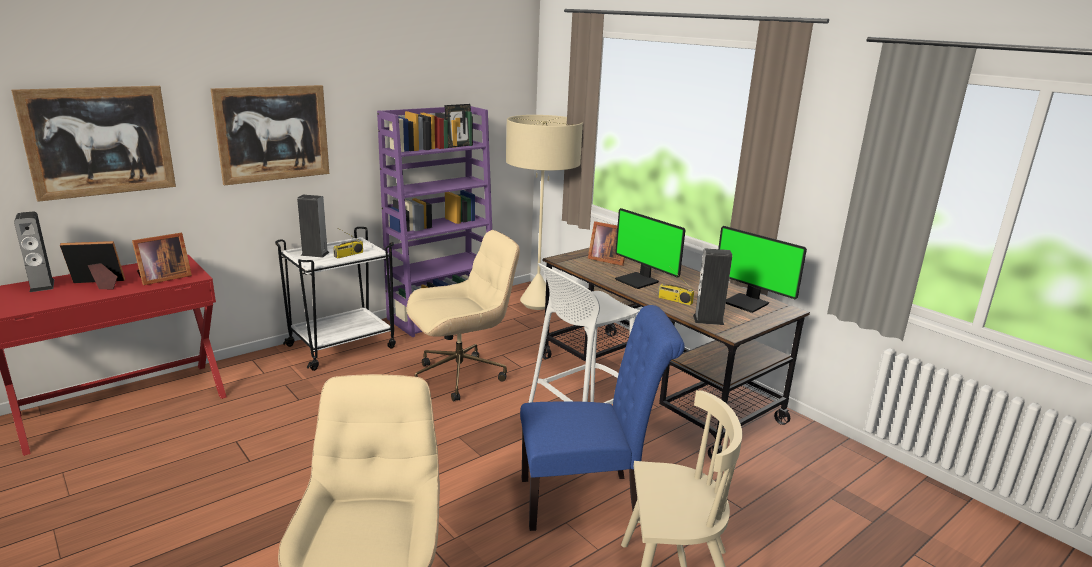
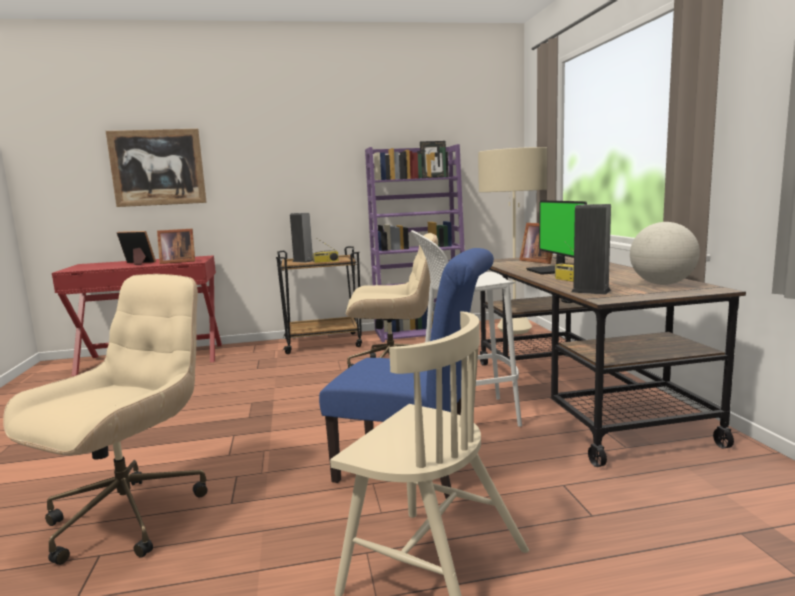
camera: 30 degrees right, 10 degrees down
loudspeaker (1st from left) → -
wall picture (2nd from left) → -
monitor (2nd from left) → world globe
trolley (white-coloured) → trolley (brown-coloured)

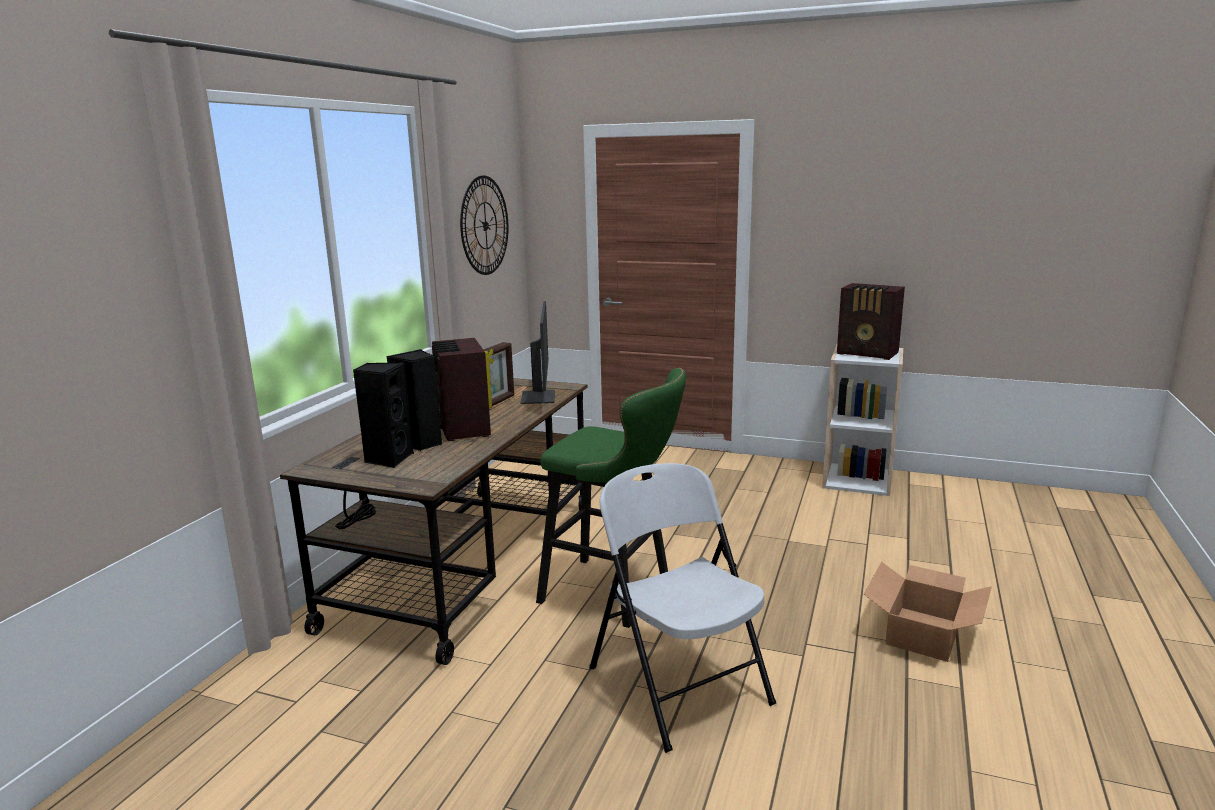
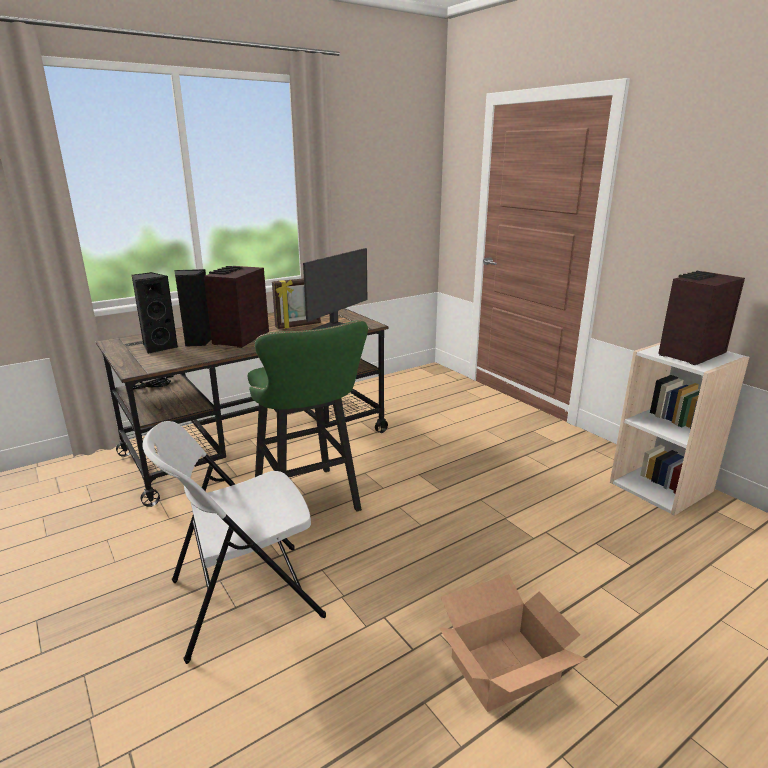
camera: 35 degrees right, 5 degrees up
hanging clock → -
chair (white-coloured), 120 degrees counterclockwise
radio receiver (2nd from left), 75 degrees clockwise

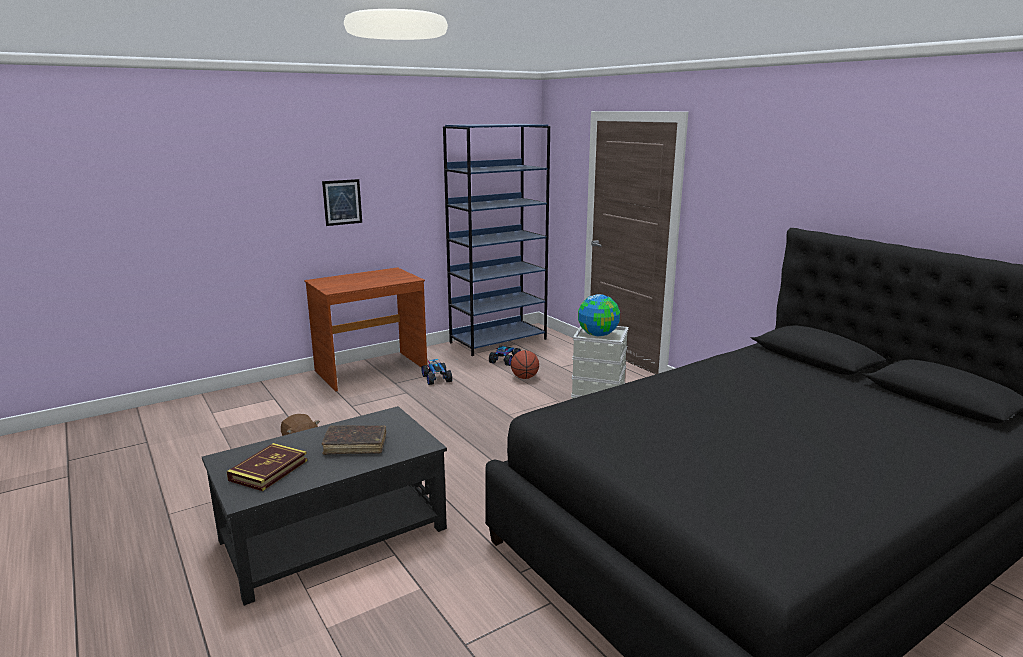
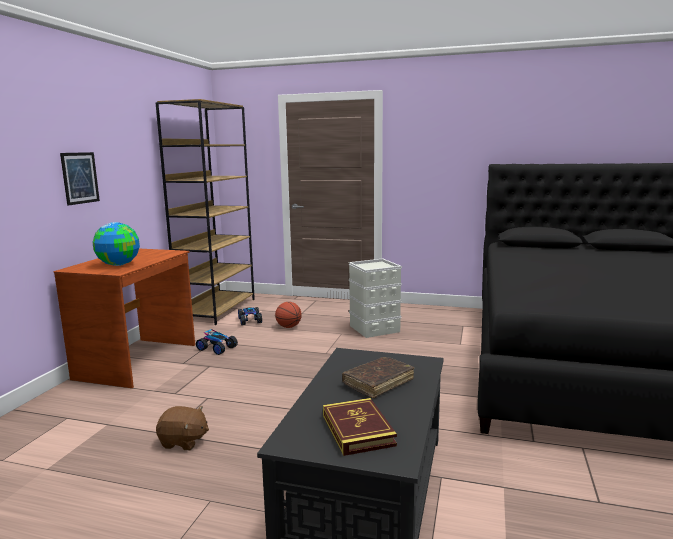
camera: 40 degrees left, 5 degrees down
world globe, moved
shelving unit (blue) → shelving unit (brown-coloured)

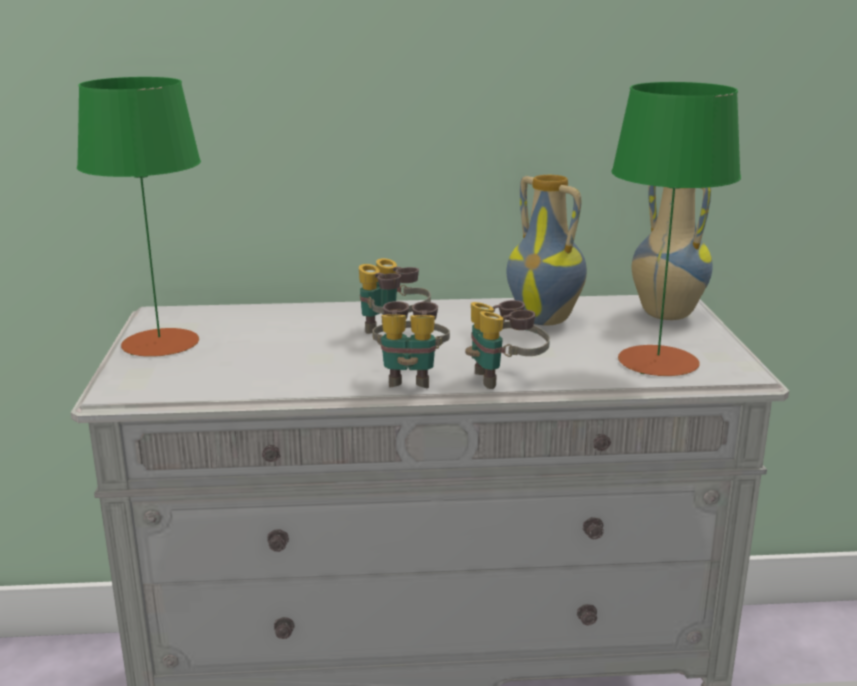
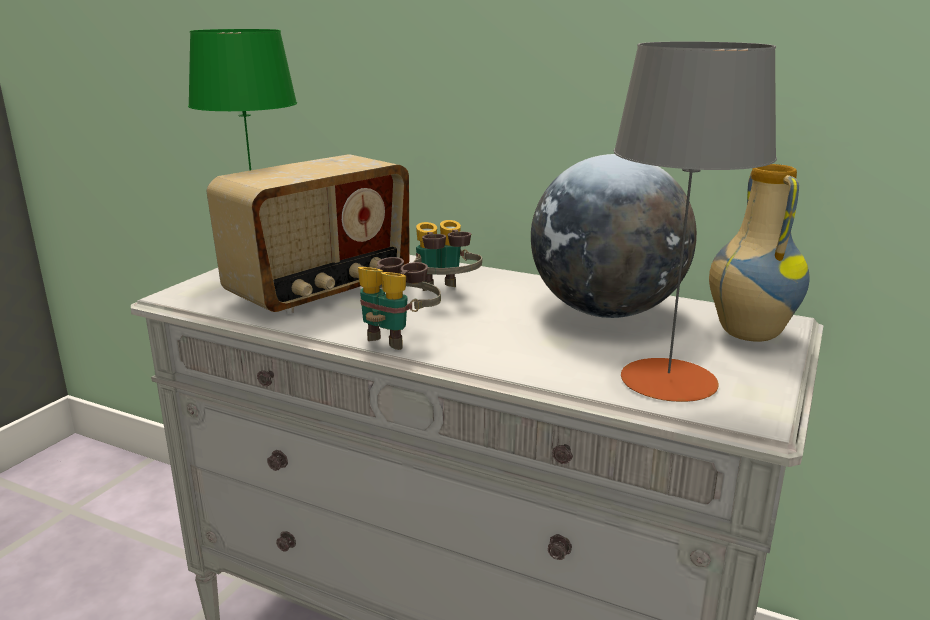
camera: 30 degrees right, 0 degrees up
field glasses (3rd from left) → -
- → radio receiver
decorative vase (1st from left) → world globe
tabletop lamp (greenish) (2nd from left) → tabletop lamp (greyish)

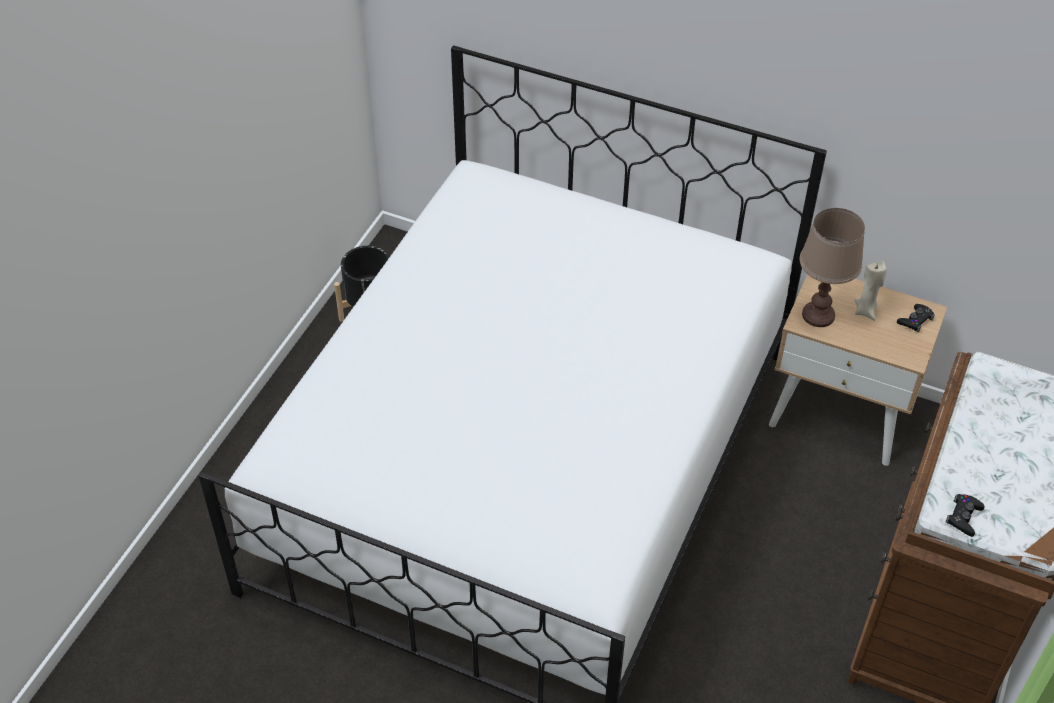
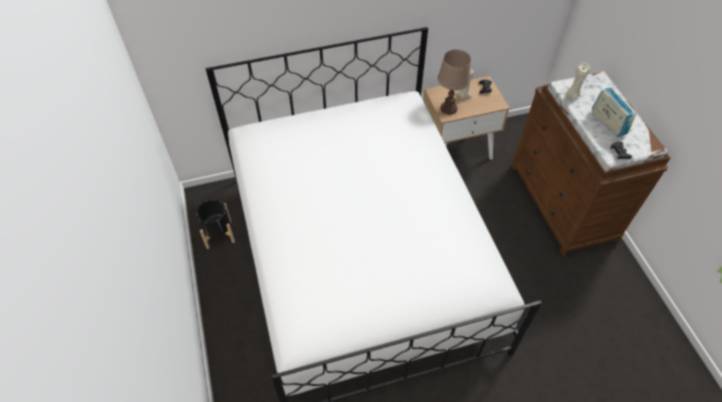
camera: 40 degrees left, 5 degrees up
- → wax light (sand-coloured) (2nd from left)
- → radio receiver

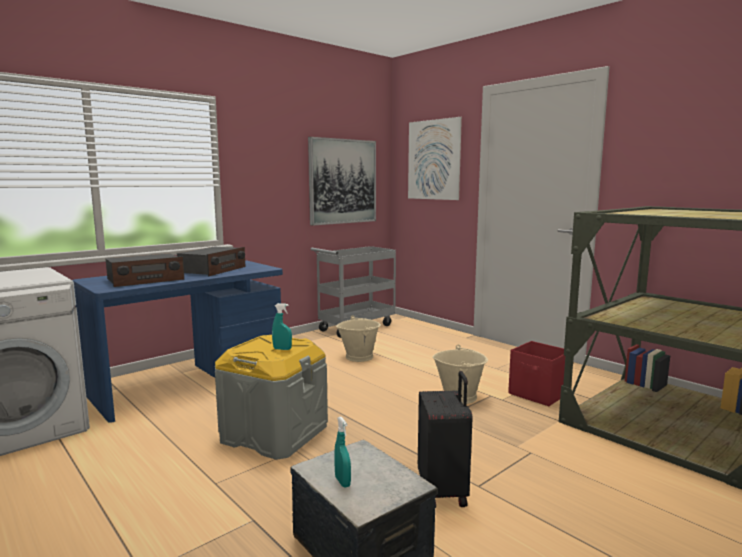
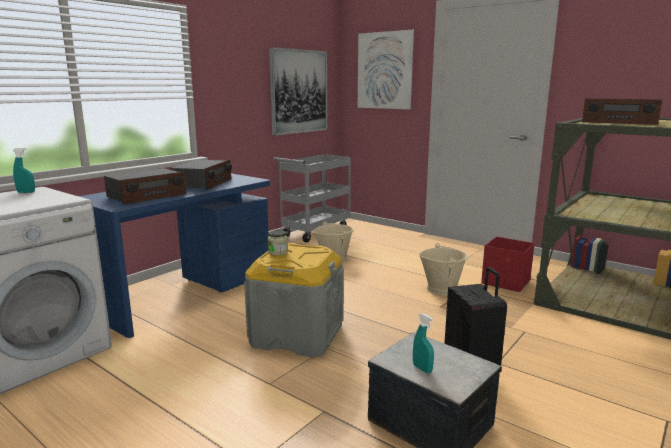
camera: 10 degrees left, 5 degrees up
- → preserve jar
- → radio receiver (3rd from left)
sprayer (turquoise) (1st from left), moved

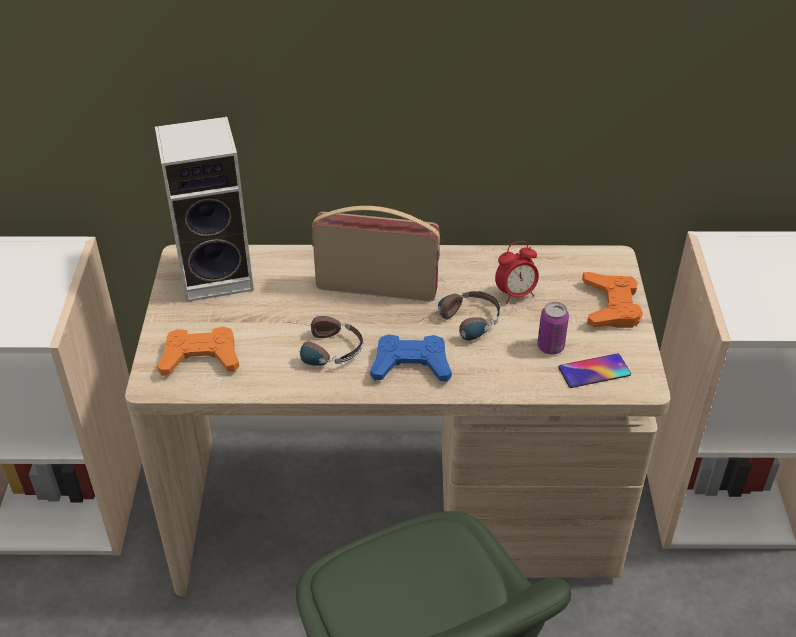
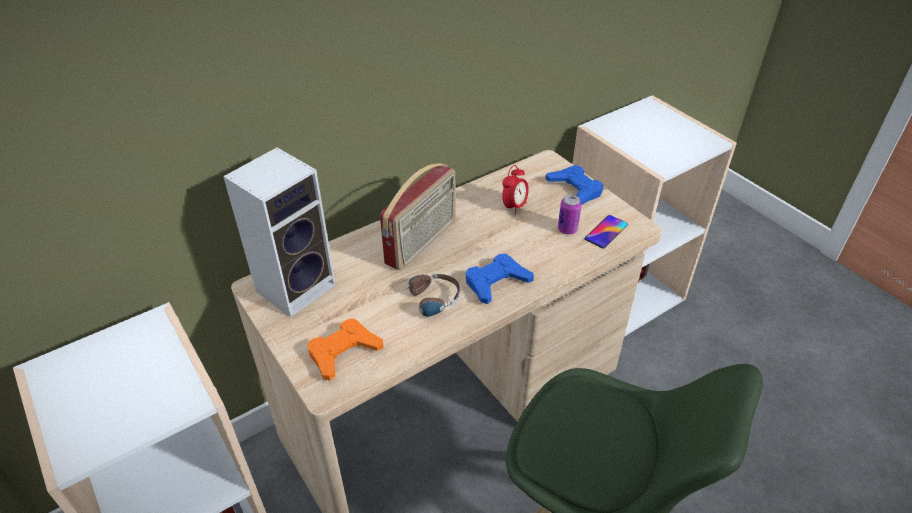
camera: 35 degrees left, 0 degrees up
headset (2nd from left) → -
joypad (orange) (2nd from left) → joypad (blue) (2nd from left)
radio receiver, 150 degrees clockwise

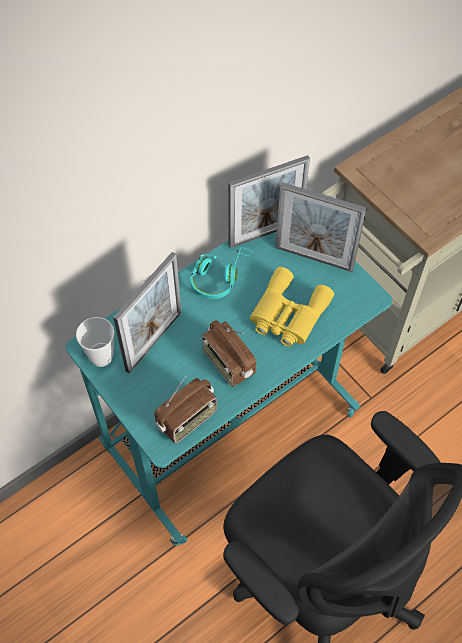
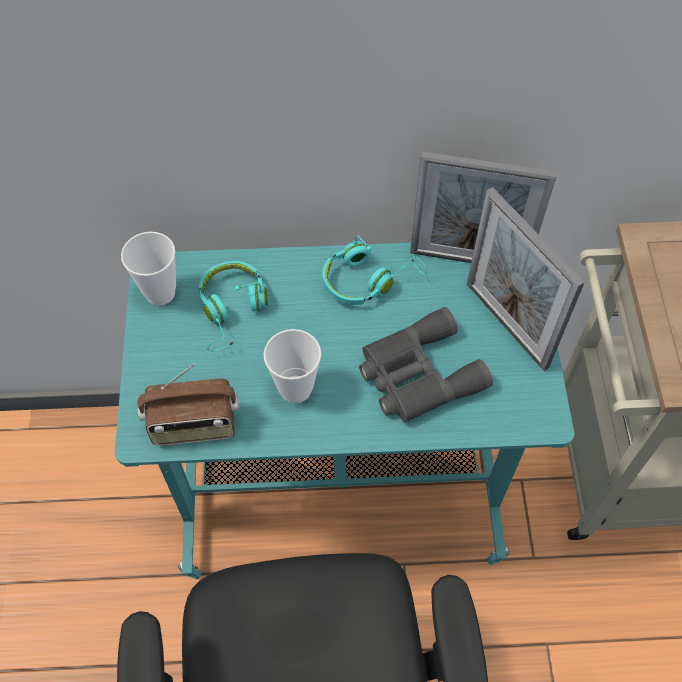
camera: 35 degrees right, 0 degrees up
picture frame (1st from left) → headset (turquoise) (1st from left)
radio receiver (2nd from left) → small cup (2nd from left)
field glasses (yellow-coloured) → field glasses (greyish)

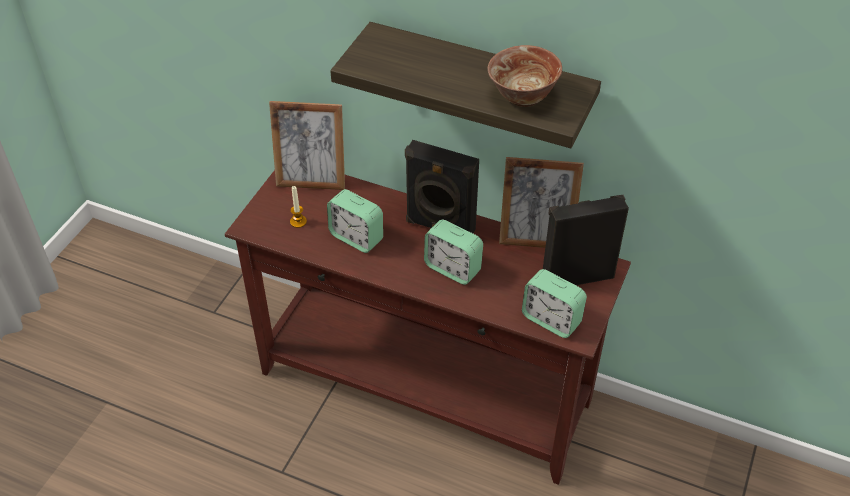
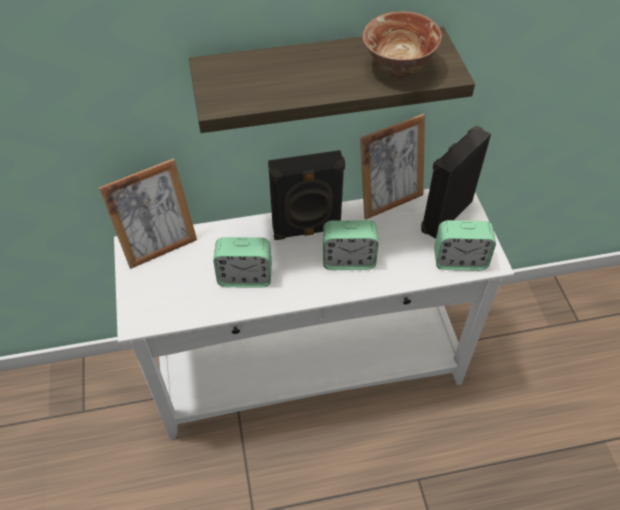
camera: 35 degrees left, 5 degrees up
wax light → -
console table (brown-coloured) → console table (white-coloured)

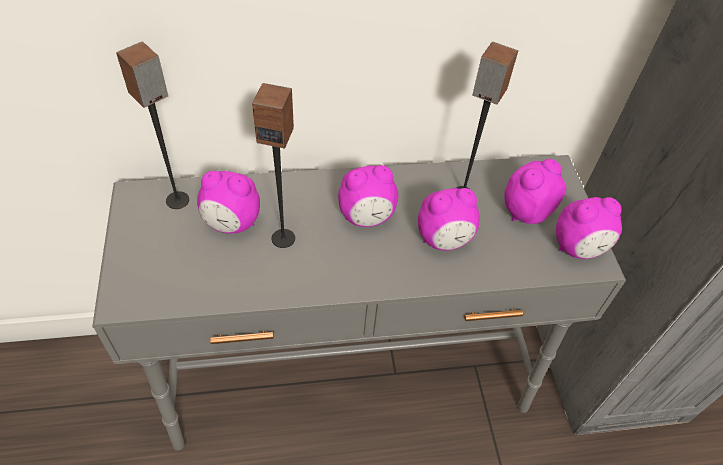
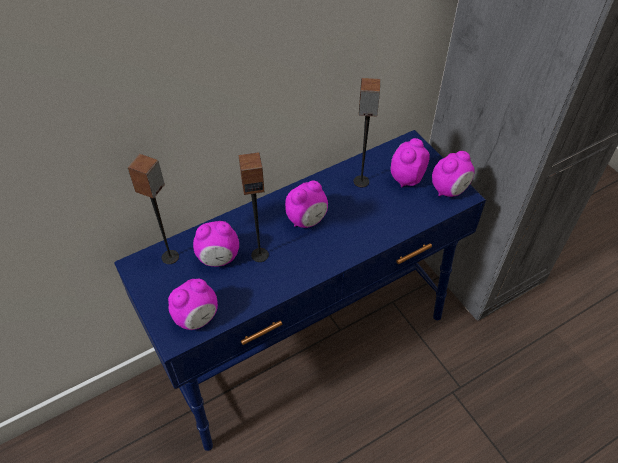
camera: 20 degrees left, 0 degrees up
table clock (3rd from left in the first image) → table clock (1st from left), moved
console table (greyish) → console table (blue)

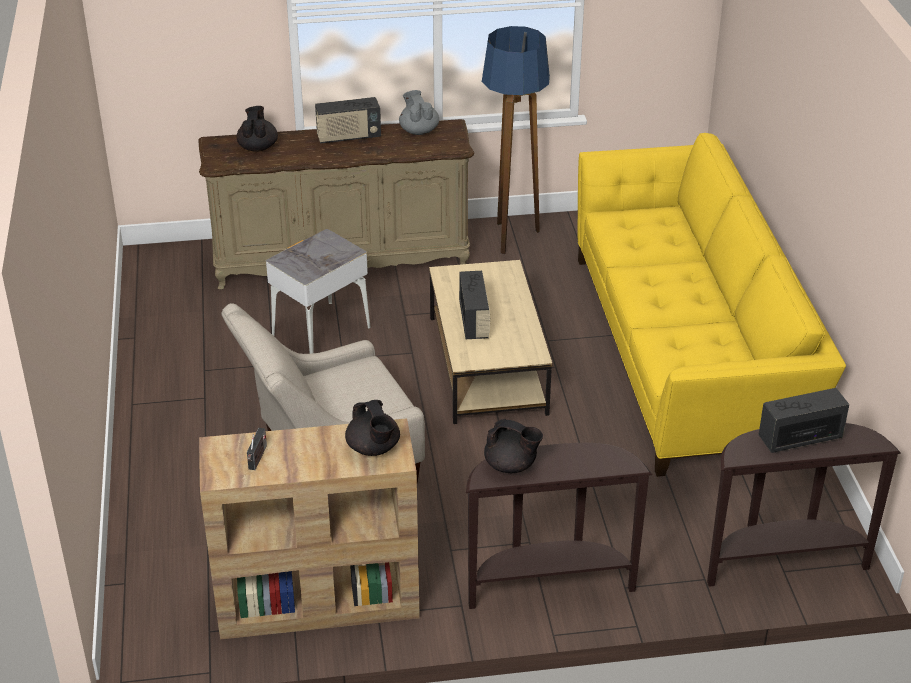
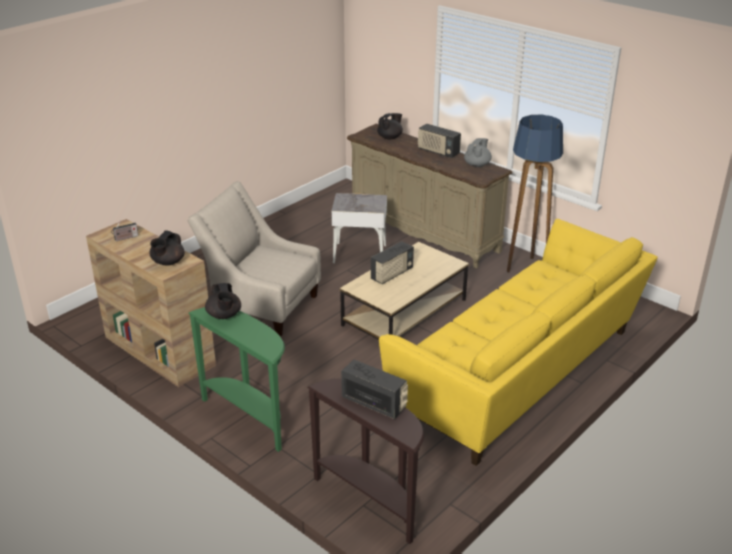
camera: 50 degrees right, 5 degrees down
console table (brown-coloured) (1st from left) → console table (greenish)

